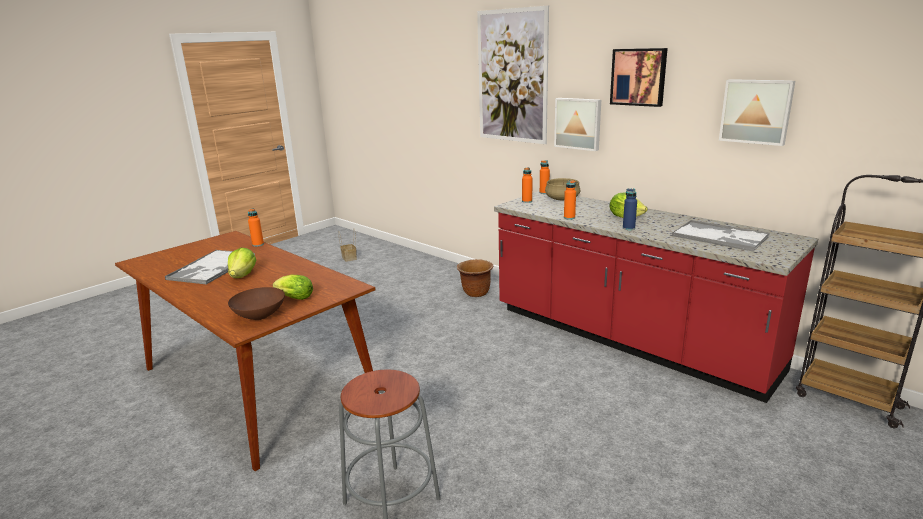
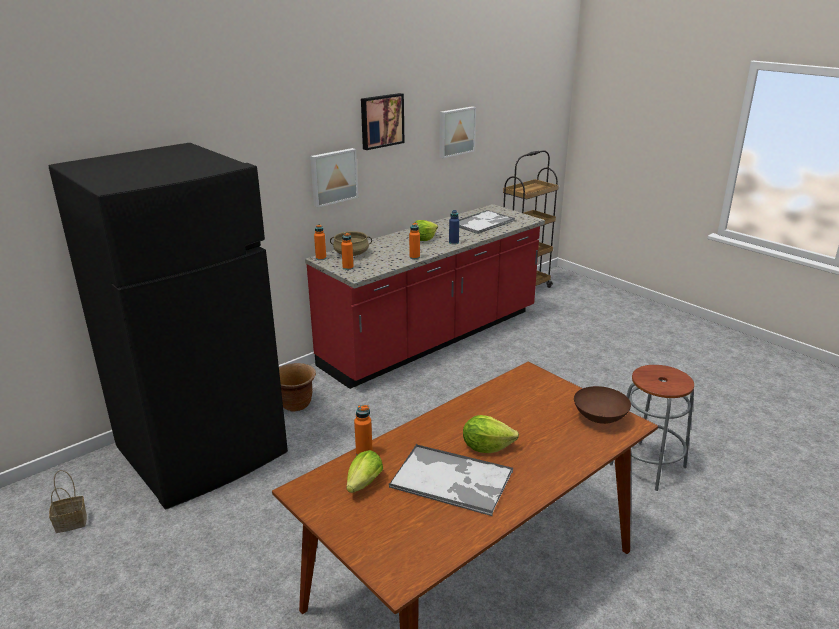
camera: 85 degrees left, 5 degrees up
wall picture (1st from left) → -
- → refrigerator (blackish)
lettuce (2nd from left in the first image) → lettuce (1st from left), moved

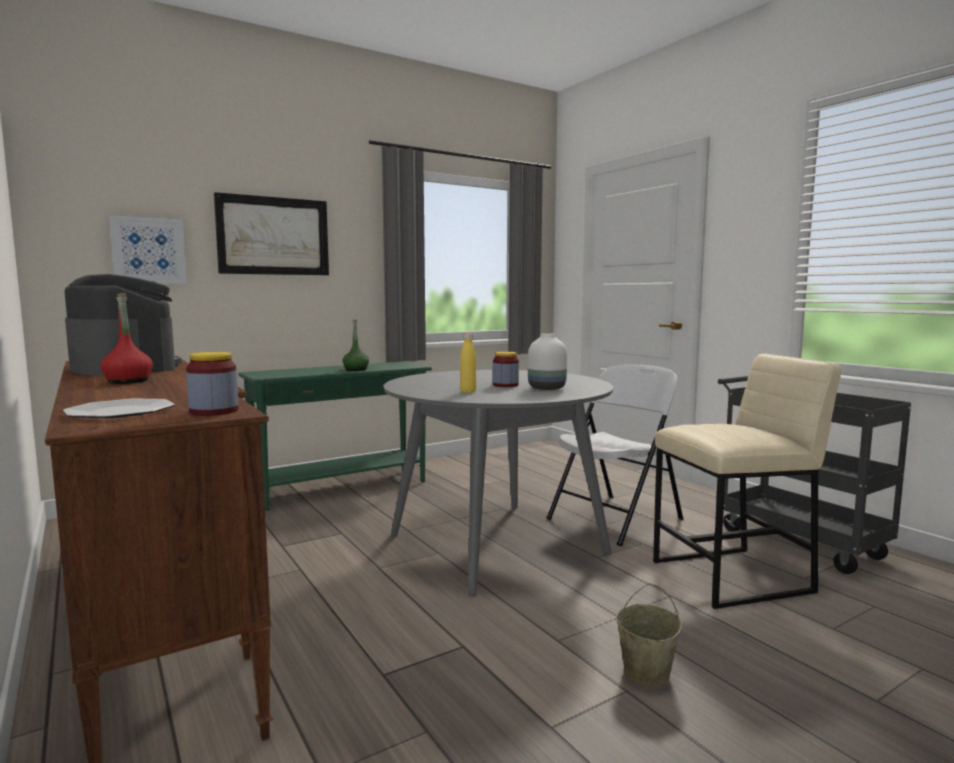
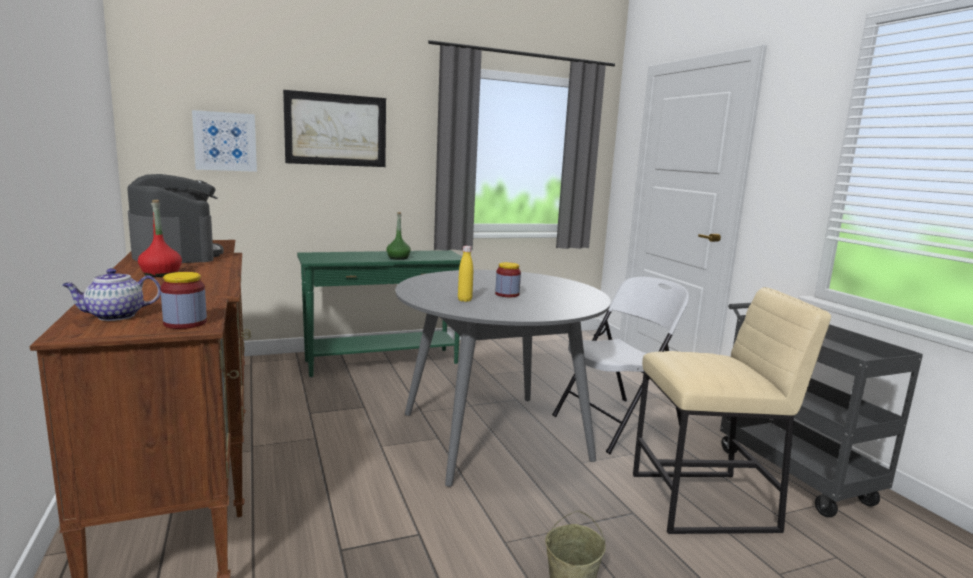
camera: 10 degrees right, 5 degrees up
decorative vase (white-coloured) → -
flat dish → pot for tea

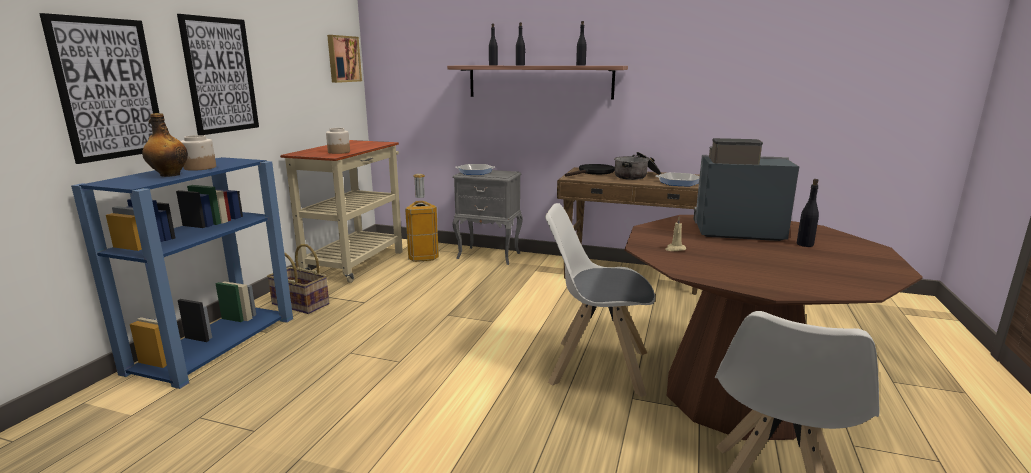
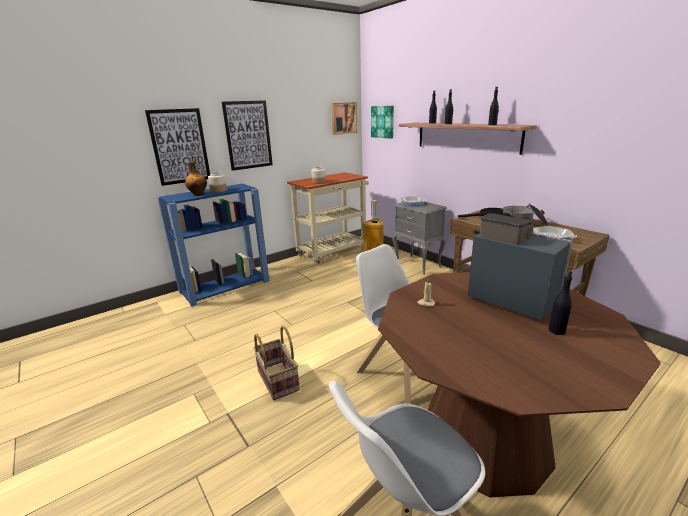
camera: 35 degrees right, 5 degrees up
- → wall picture (4th from left)
basket, moved

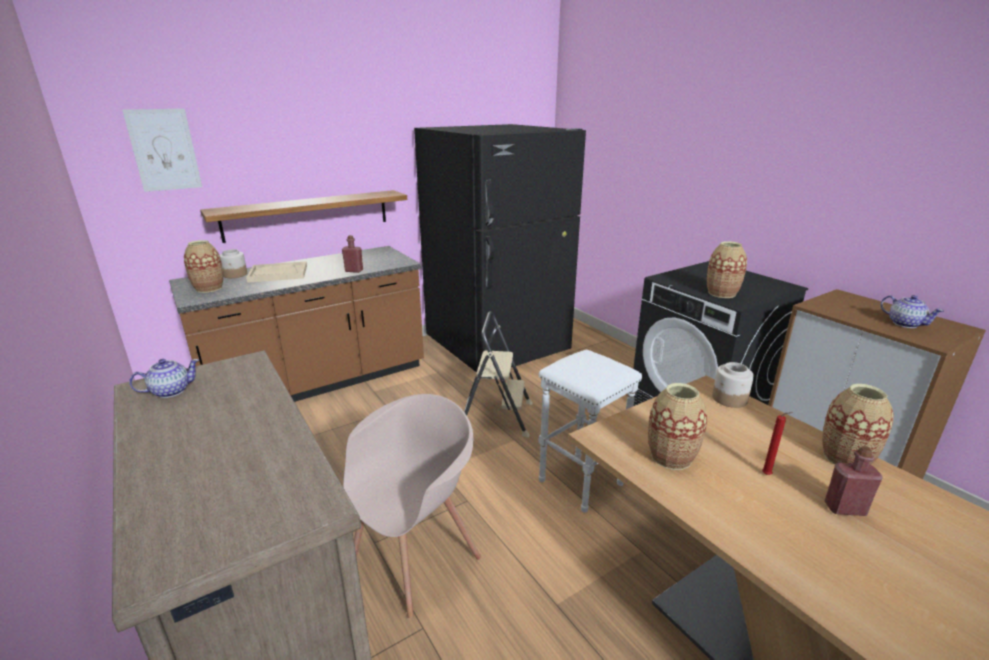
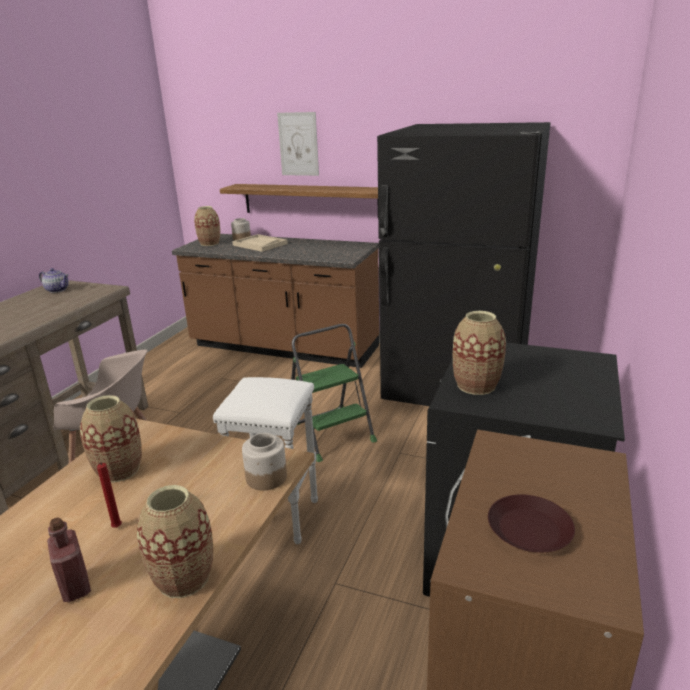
camera: 55 degrees right, 0 degrees up
drink bottle (red) (1st from left) → -
wall picture, moved
pot for tea (2nd from left) → flat dish (brown-coloured)
step ladder (sand-coloured) → step ladder (greenish)

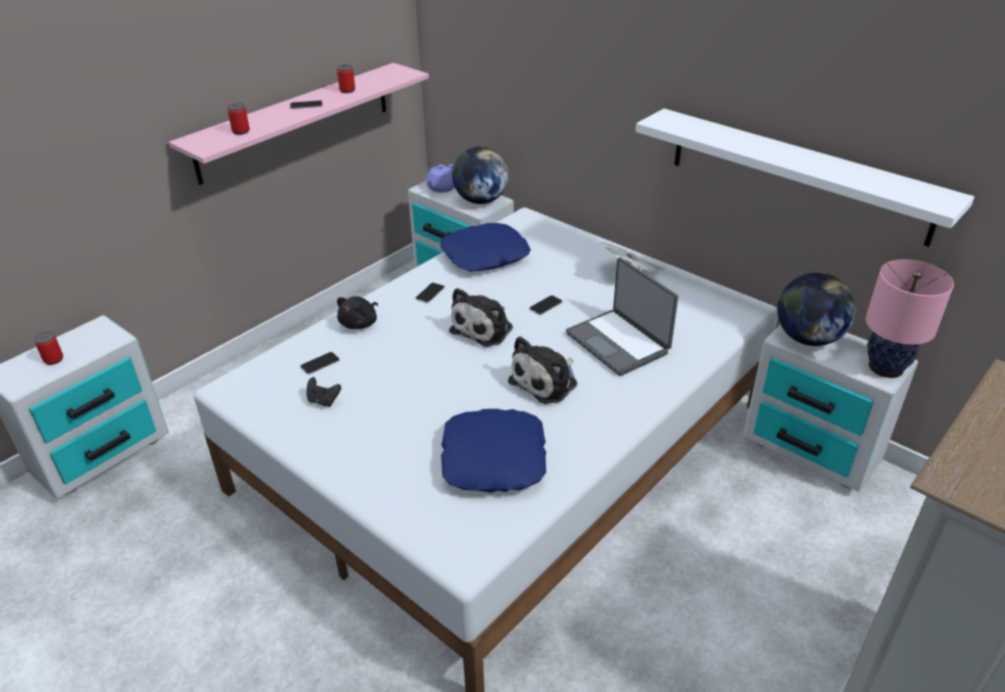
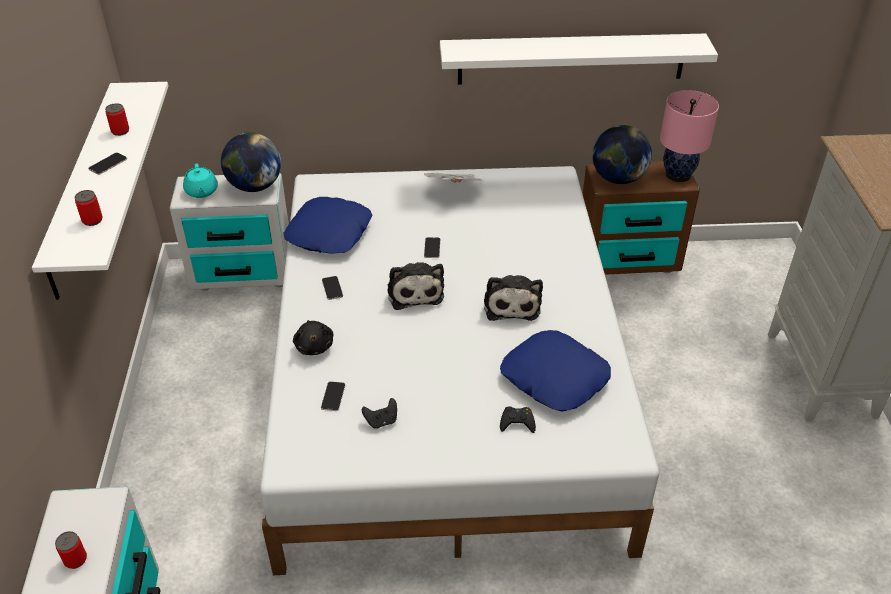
camera: 45 degrees left, 5 degrees up
notebook computer → -
- → joypad (blackish) (2nd from left)
bracket shelf (pinkish) → bracket shelf (white-coloured) (1st from left)
pot for tea (purple) → pot for tea (turquoise)
nightstand (white-coloured) (3rd from left) → nightstand (brown-coloured)

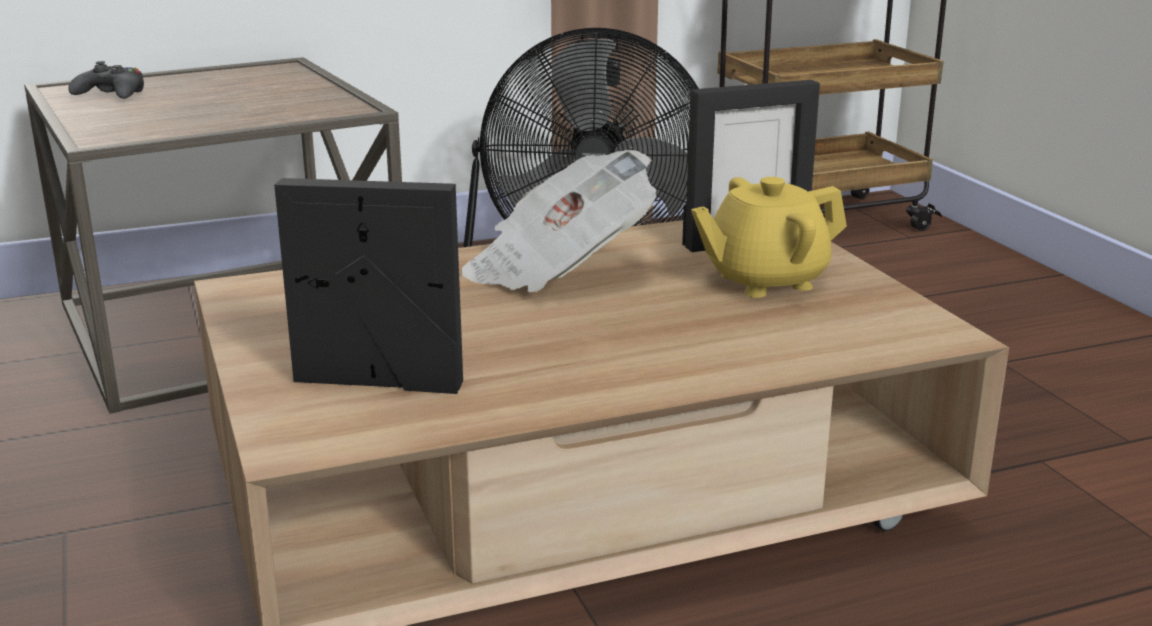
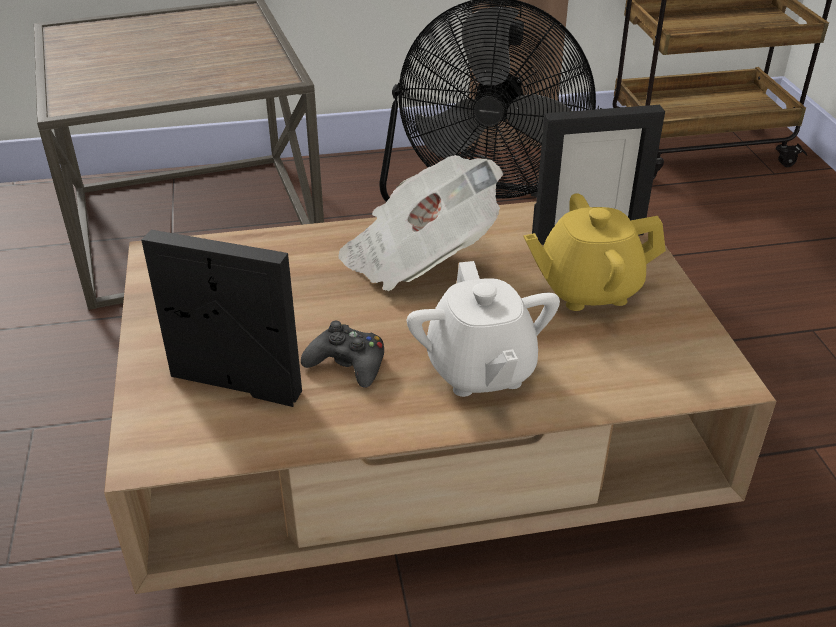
camera: 10 degrees right, 15 degrees up
- → pot for tea (white-coloured)
joypad (blackish), moved

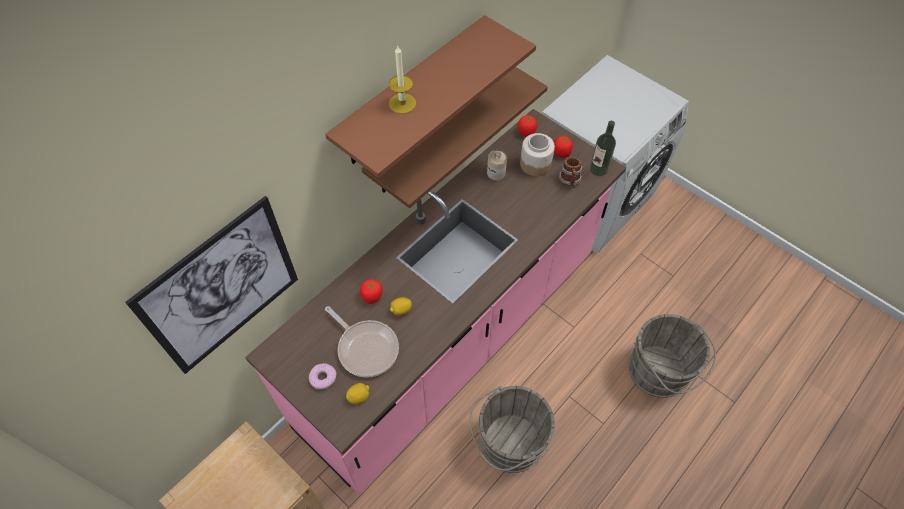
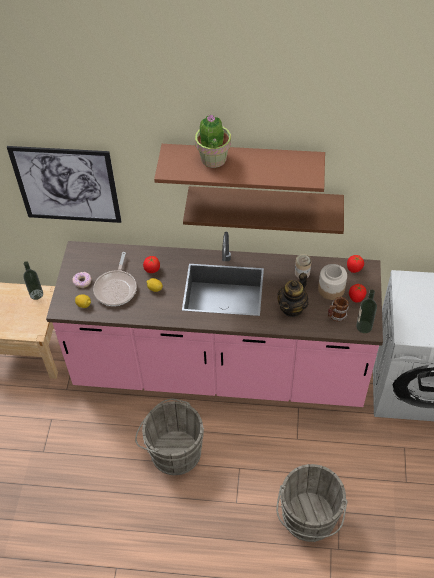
camera: 55 degrees right, 5 degrees down
- → drink bottle (1st from left)
- → pot for tea
wax light → houseplant

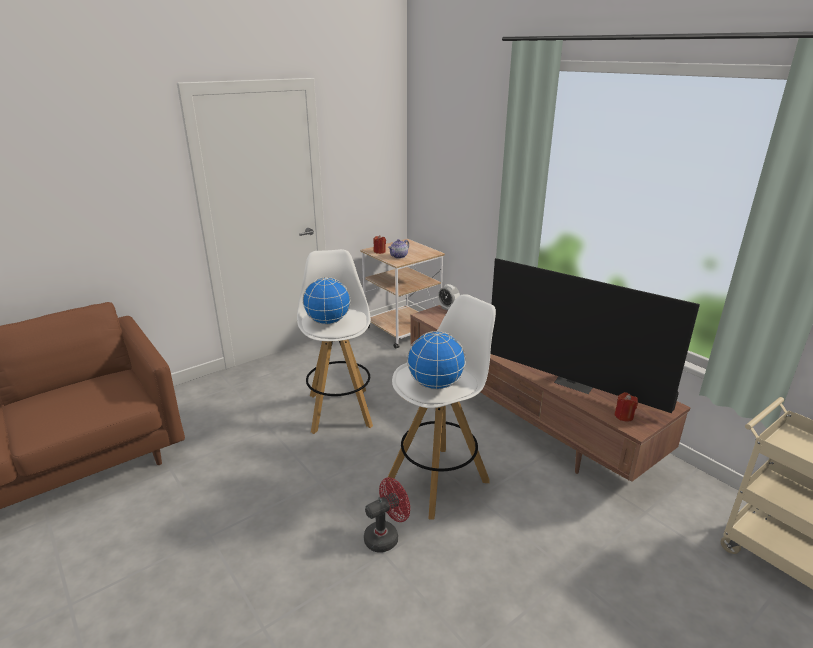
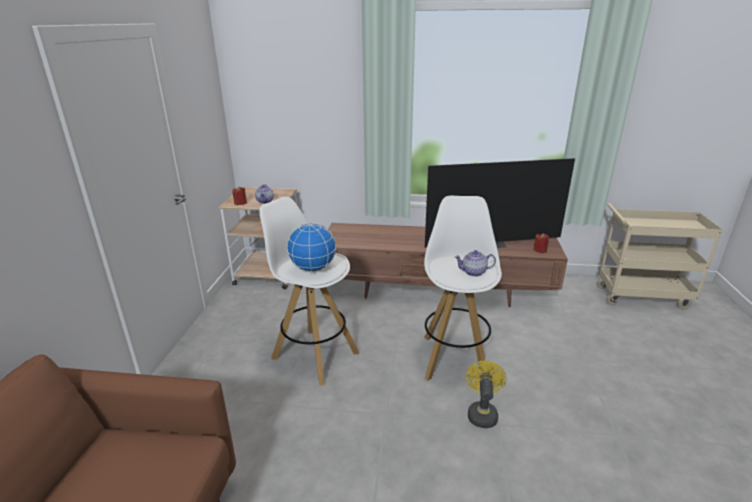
camera: 45 degrees left, 0 degrees up
table clock → -
world globe (2nd from left) → pot for tea (2nd from left)
electric fan (red) → electric fan (yellow-coloured)

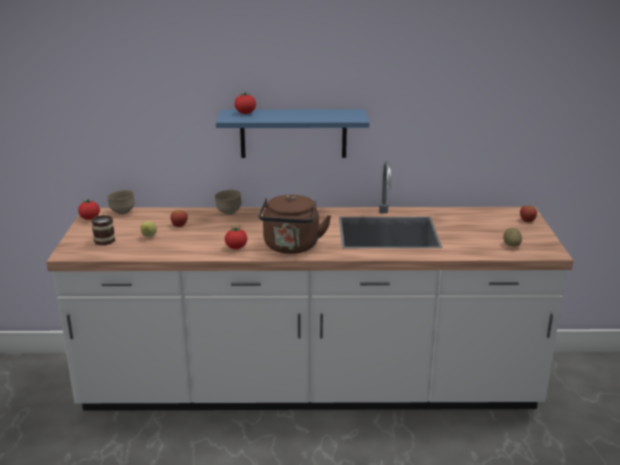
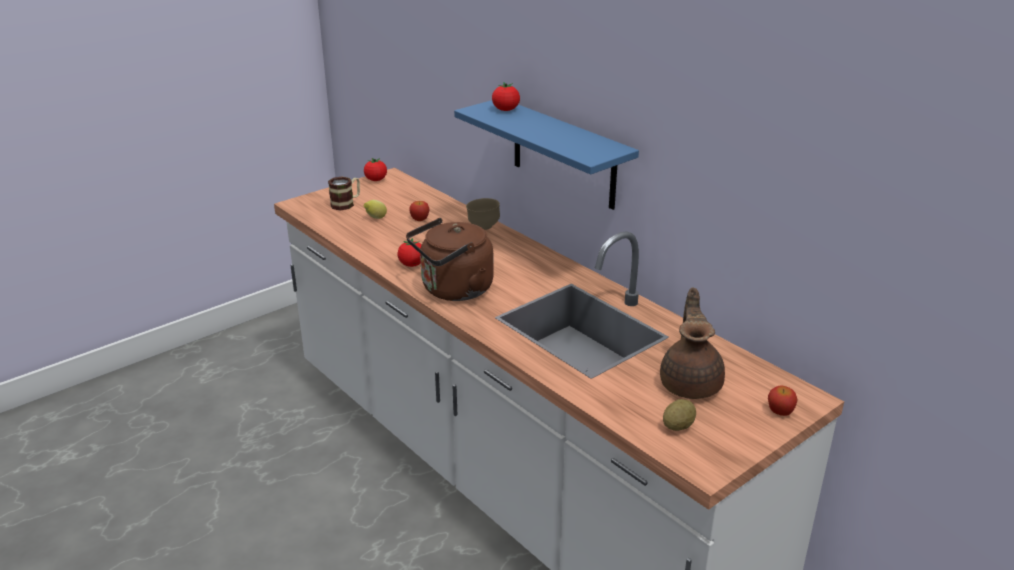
camera: 50 degrees right, 5 degrees up
serving bowl (brown-coloured) (1st from left) → -
- → pot for tea (brown-coloured)

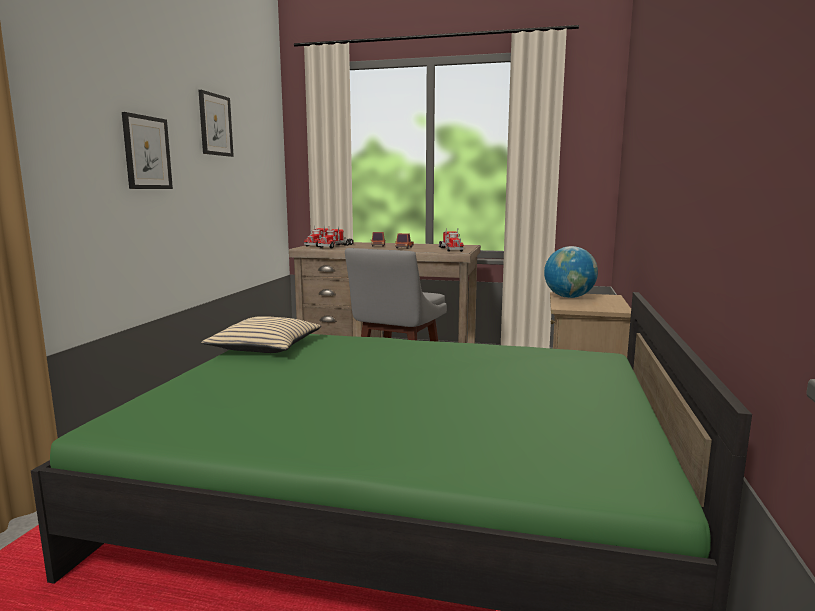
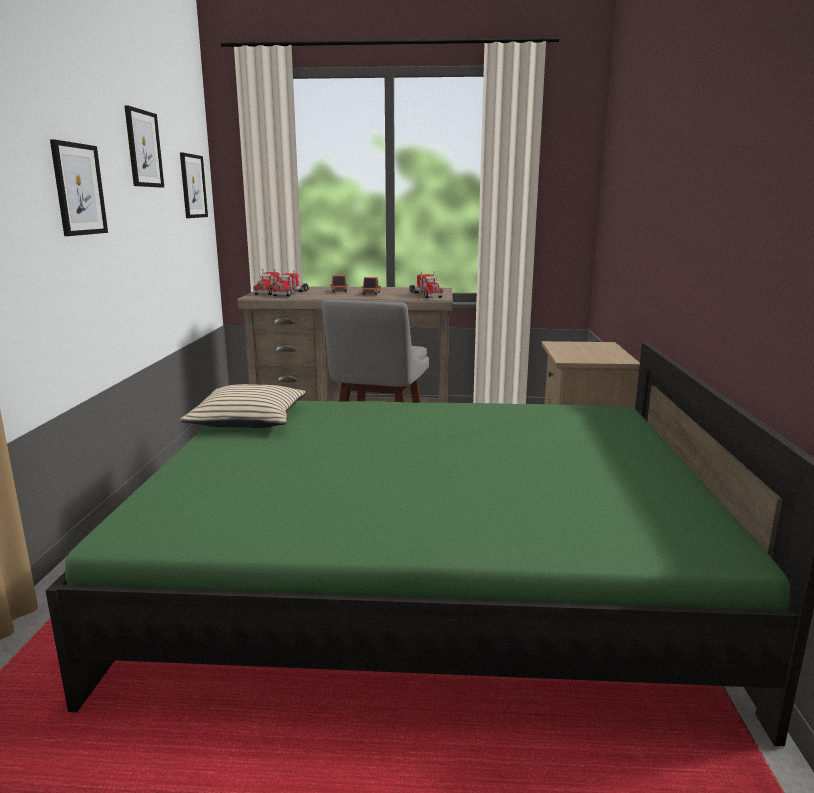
camera: 10 degrees left, 5 degrees up
world globe → -
- → wall picture (3rd from left)

